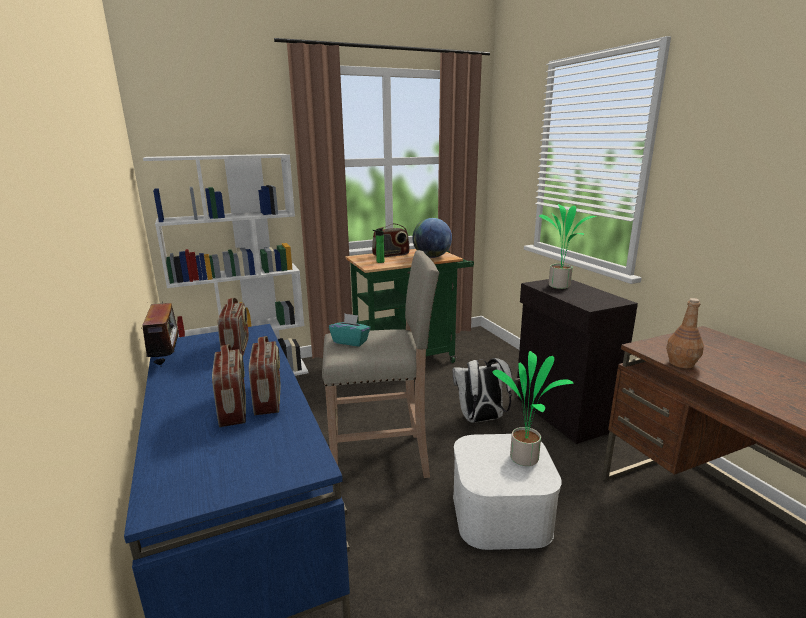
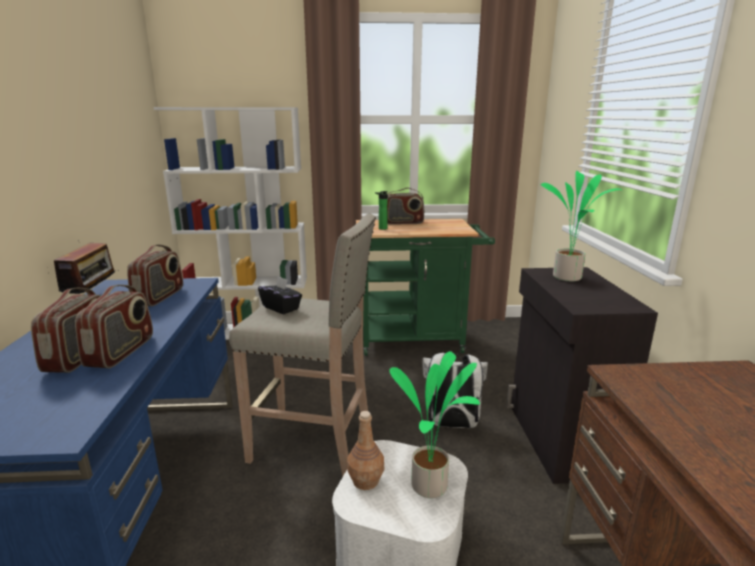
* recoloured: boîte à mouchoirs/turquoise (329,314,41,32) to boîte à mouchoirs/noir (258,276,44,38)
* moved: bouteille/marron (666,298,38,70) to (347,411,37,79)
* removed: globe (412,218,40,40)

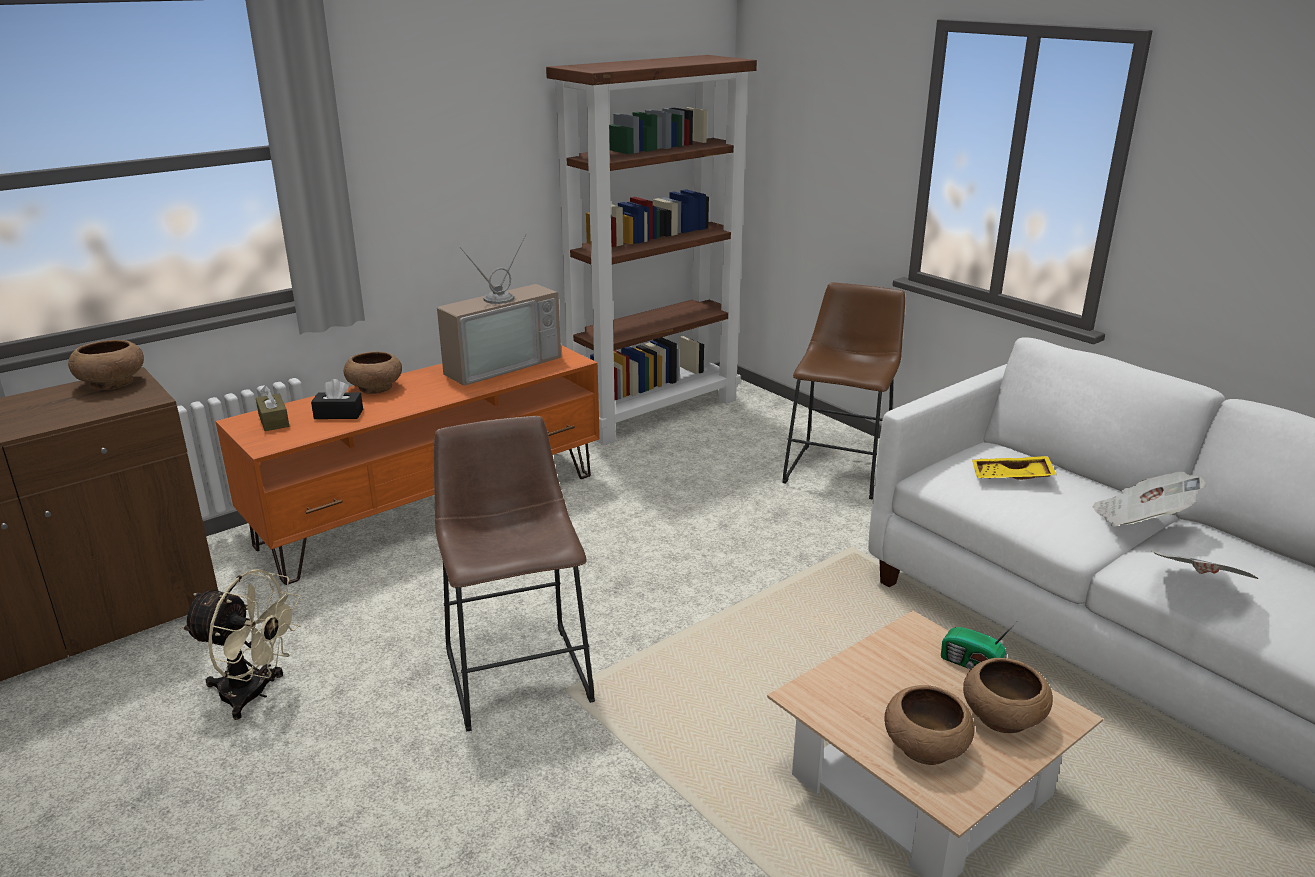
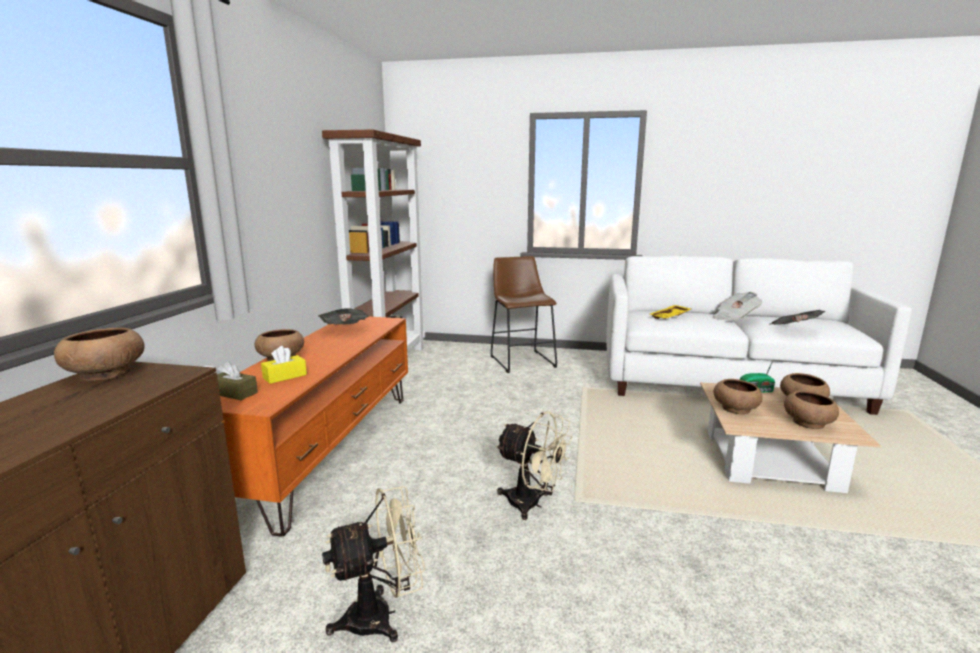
* recoloured: boîte à mouchoirs/noir (311,379,52,40) to boîte à mouchoirs/jaune (261,346,46,38)
* replaced: téléviseur (437,234,124,152) to journal (319,308,50,17)
* replaced: tabouret/marron (434,416,161,316) to ventilateur/beige (496,411,76,109)
* added: bol/marron (714,379,49,35)

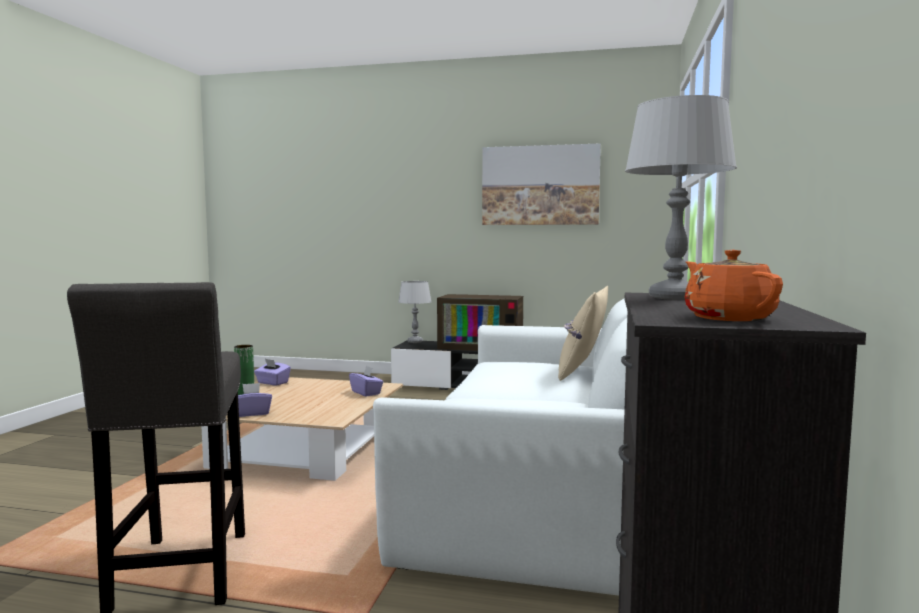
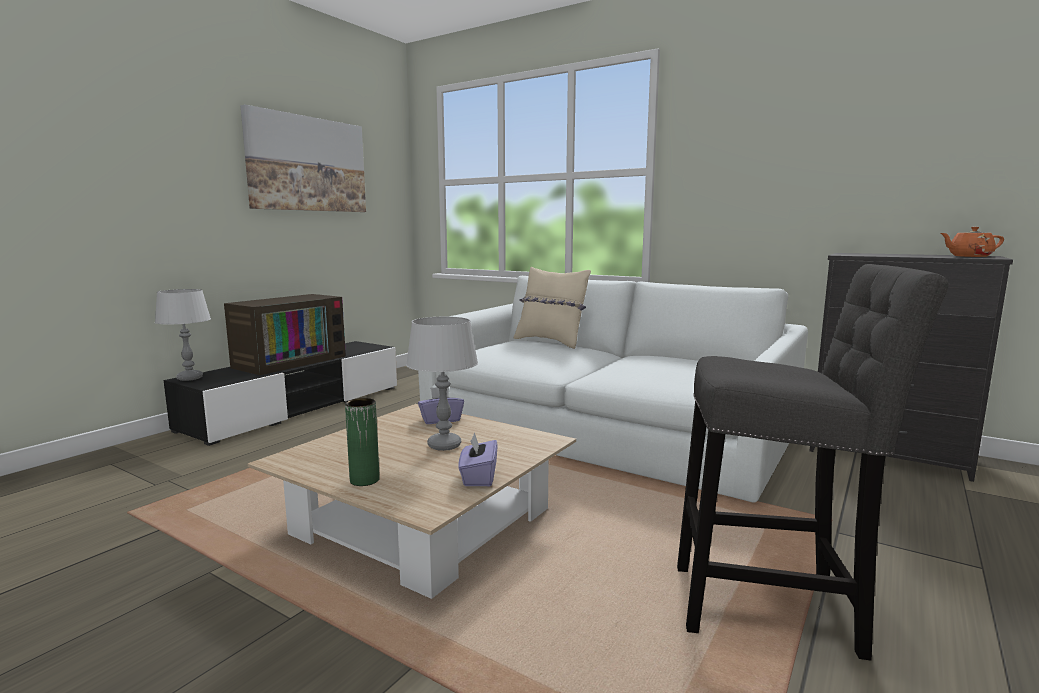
* moved: lampe de table/gris (625,95,112,205) to (406,317,72,134)
* removed: boîte à mouchoirs/violet (254,359,37,27)

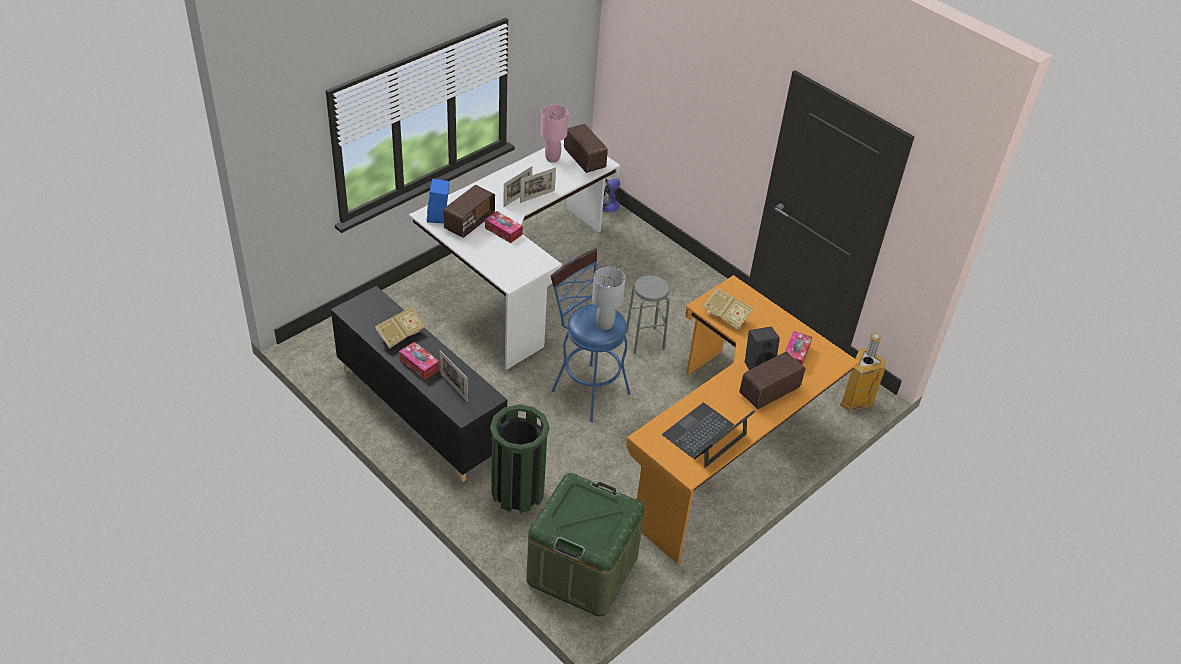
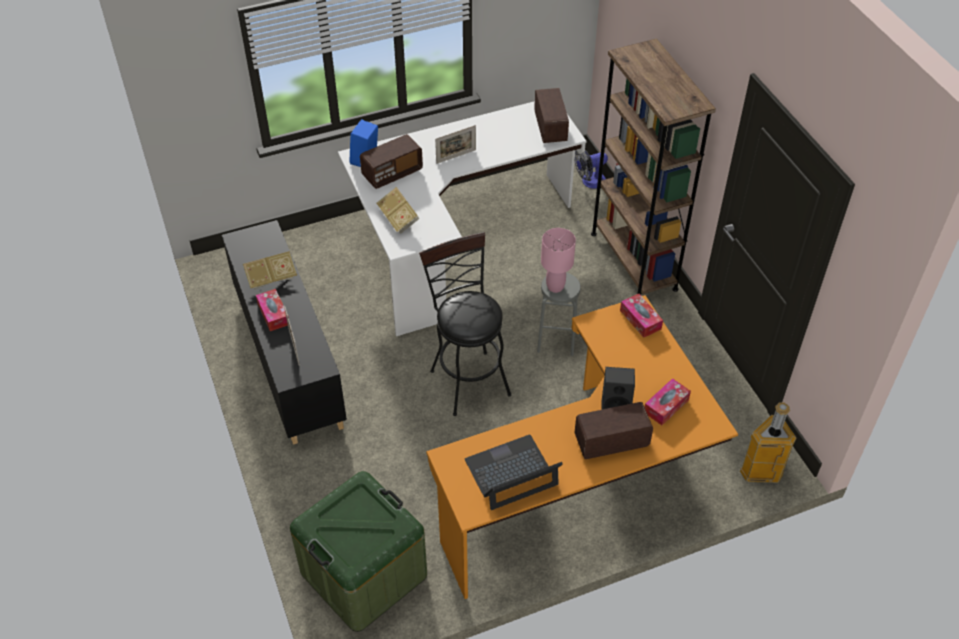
* moved: livre (702,288,51,42) to (377,187,43,47)
* recoloured: tabouret/bleu (550,248,81,174) to tabouret/noir (419,232,92,184)
* moved: lampe de table/rose (540,105,29,58) to (541,228,35,65)
* added: bibliothèque/marron (591,39,125,256)
* moved: boîte à mouchoirs (485,211,38,32) to (620,294,43,44)
* removed: poubelle/vert (490,404,60,109)
* removed: cadre photo (520,167,36,36)
* removed: lampe de table/gris (592,267,33,63)

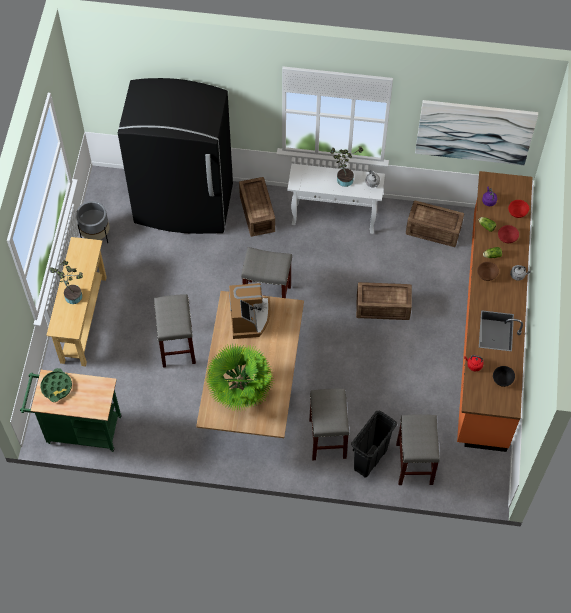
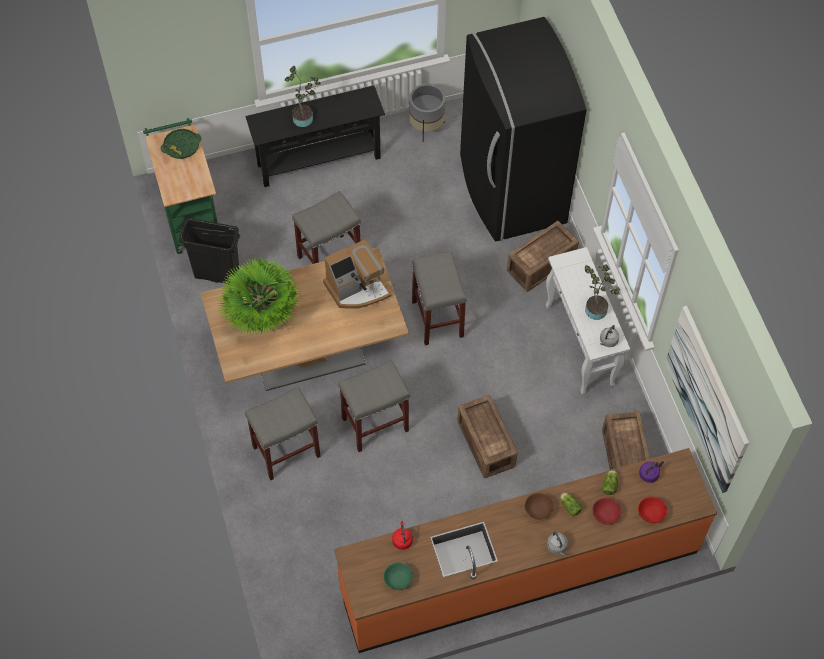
* moved: poubelle/noir (351,411,46,67) to (179,218,61,67)
* recoloured: table console/beige (46,237,61,129) to table console/noir (245,85,140,102)
* moved: tabouret/gris (396,414,44,71) to (338,360,72,92)
* recoloured: bol/noir (493,366,22,21) to bol/vert (383,562,30,28)

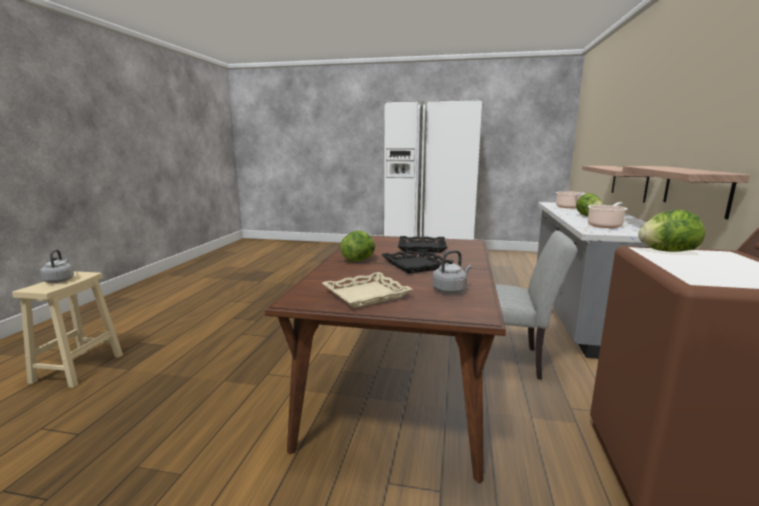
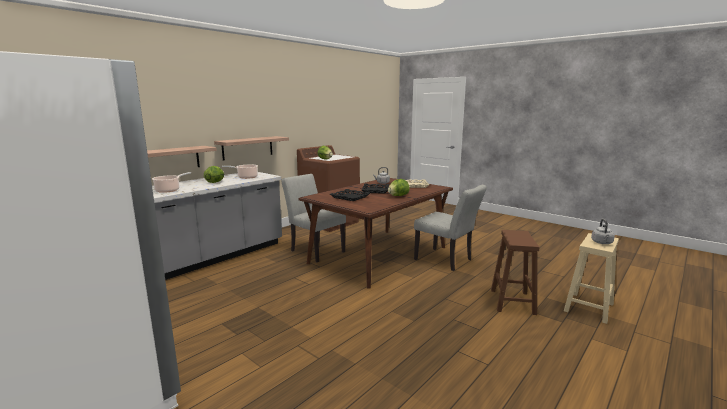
* added: chaise/gris (414,185,73,86)
* added: tabouret/marron (491,230,48,85)

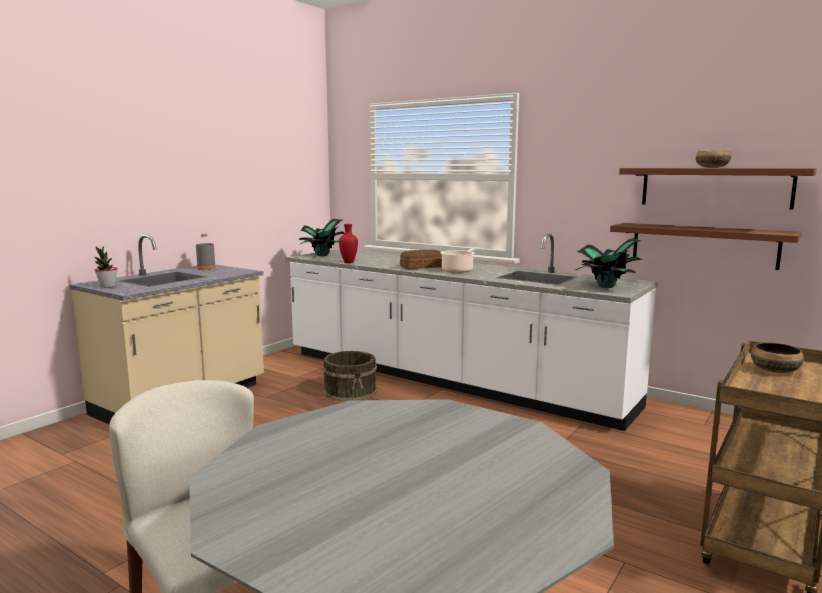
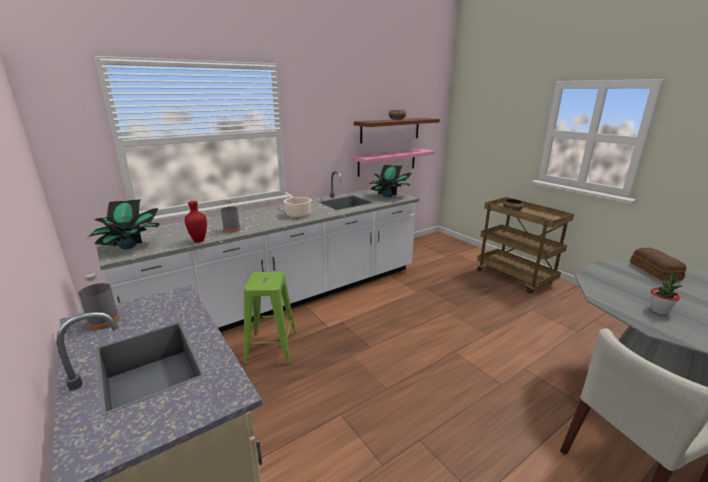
* added: bouteille/gris (221,199,19,34)
* replaced: seau/marron (323,351,54,50) to tabouret/vert (243,272,54,93)
* recoloured: étagère/marron (610,223,192,47) to étagère/rose (351,149,84,28)
* moved: pain (400,249,42,20) to (630,248,57,33)
* moved: plante en pot (94,247,24,41) to (650,272,31,43)

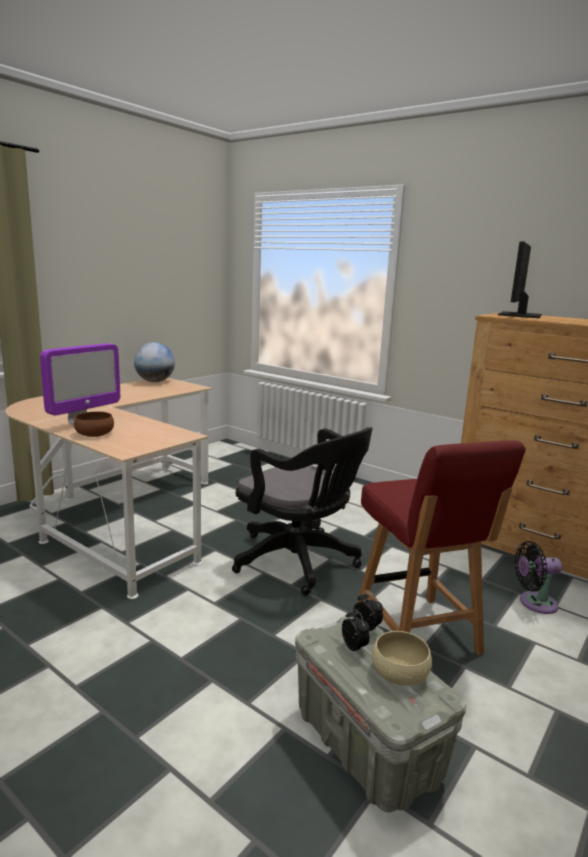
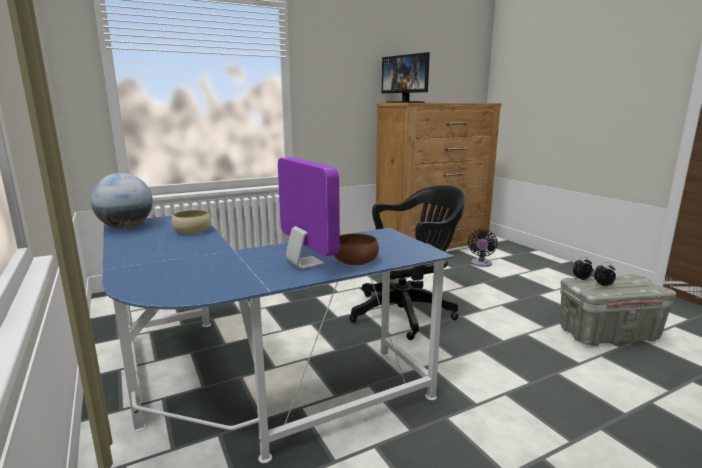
* recoloured: bureau/beige (6,378,206,221) to bureau/bleu (102,216,352,247)
* moved: bol/beige (372,631,60,55) to (171,210,40,24)
* removed: chaise/rouge (357,441,169,214)

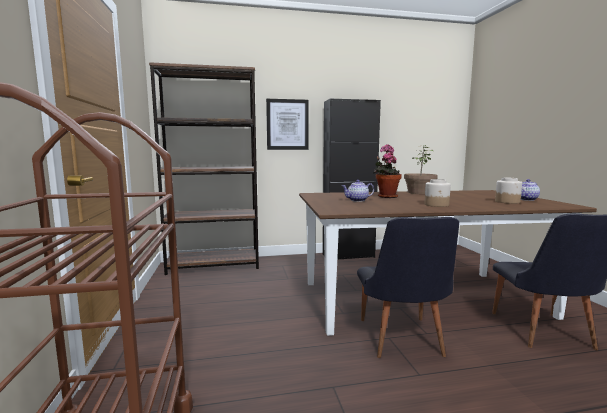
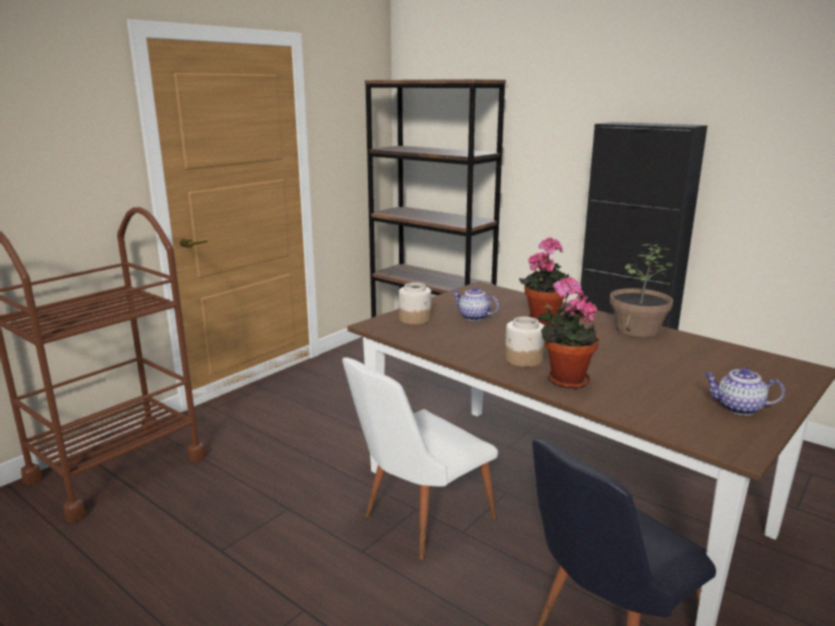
* recoloured: chaise/noir (357,217,102,141) to chaise/blanc (342,357,156,203)
* moved: bocal (495,178,27,26) to (399,282,32,43)
* added: plante en pot (537,277,62,112)
* removed: tableau (266,99,43,51)

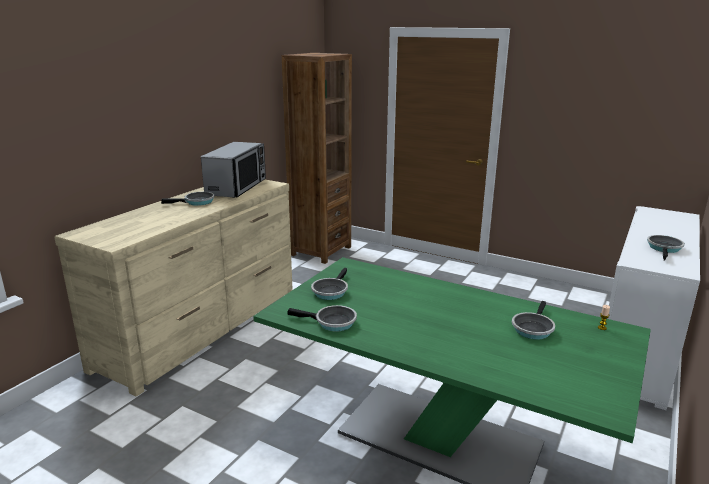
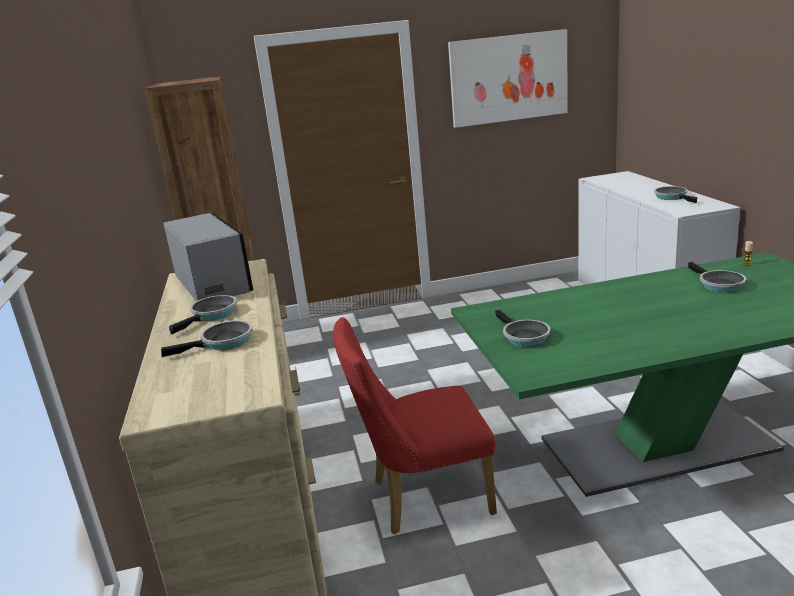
* moved: poêle (287,305,70,27) to (161,320,92,37)
* added: chaise/rouge (333,317,164,218)
* added: tableau (448,29,120,99)

